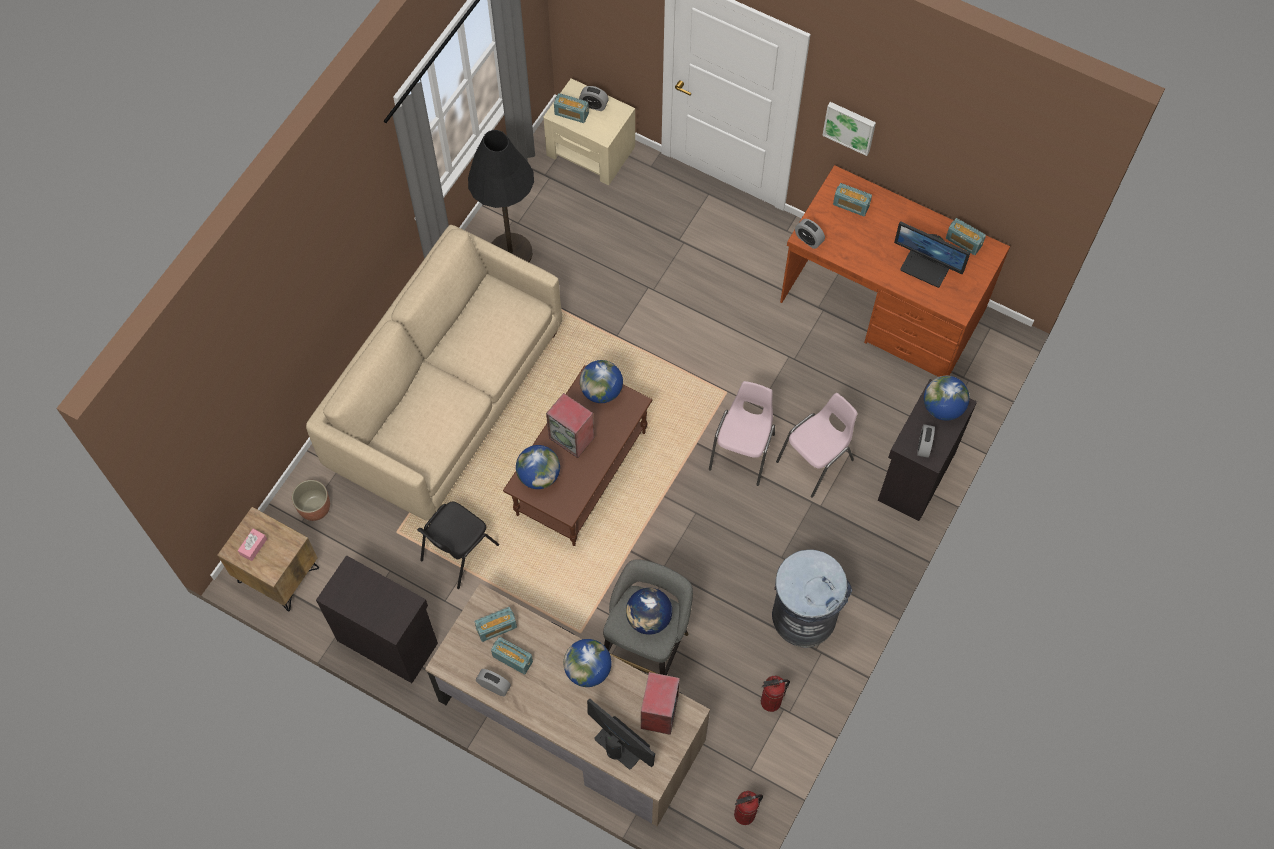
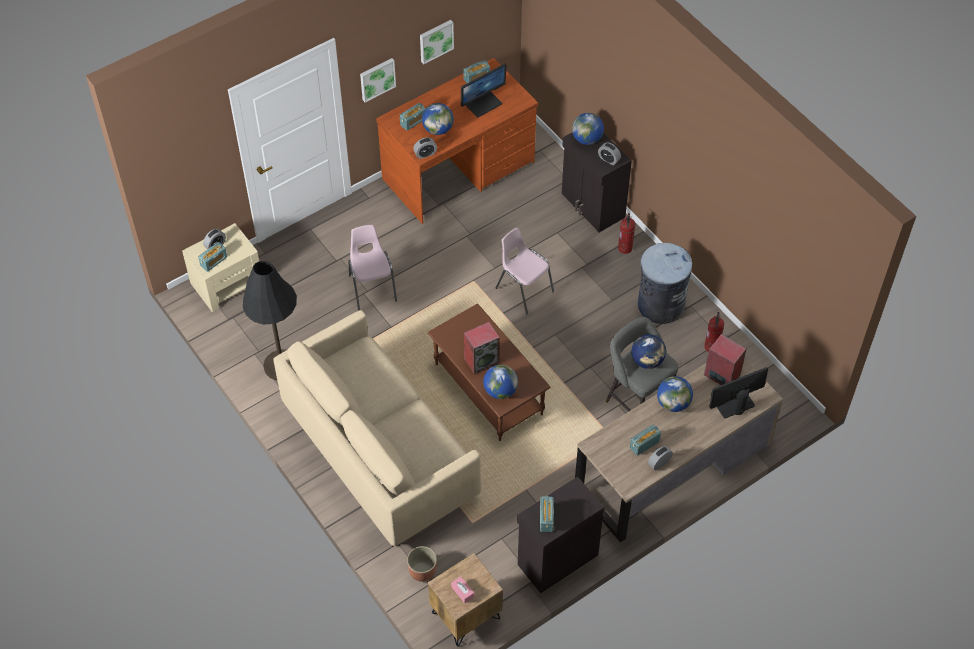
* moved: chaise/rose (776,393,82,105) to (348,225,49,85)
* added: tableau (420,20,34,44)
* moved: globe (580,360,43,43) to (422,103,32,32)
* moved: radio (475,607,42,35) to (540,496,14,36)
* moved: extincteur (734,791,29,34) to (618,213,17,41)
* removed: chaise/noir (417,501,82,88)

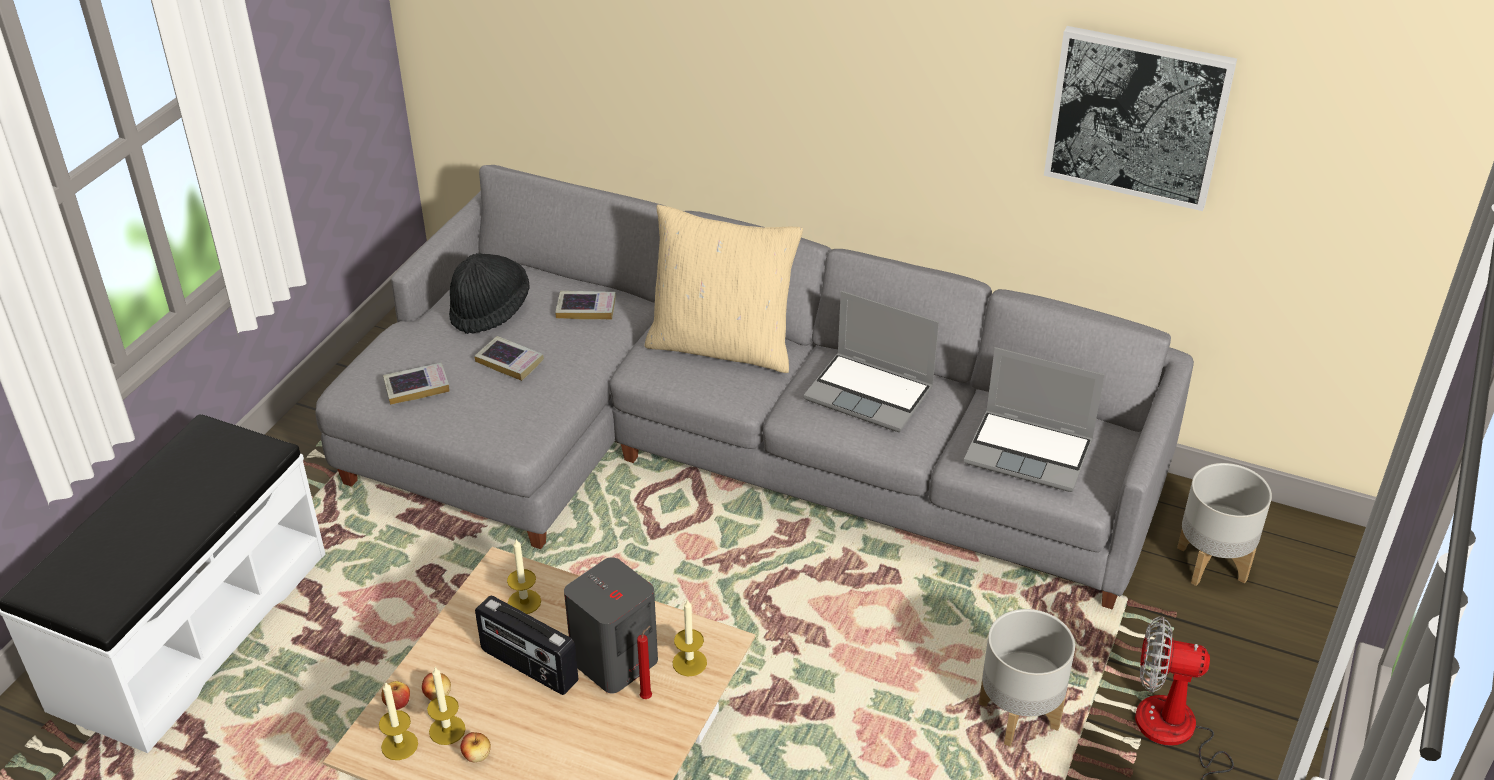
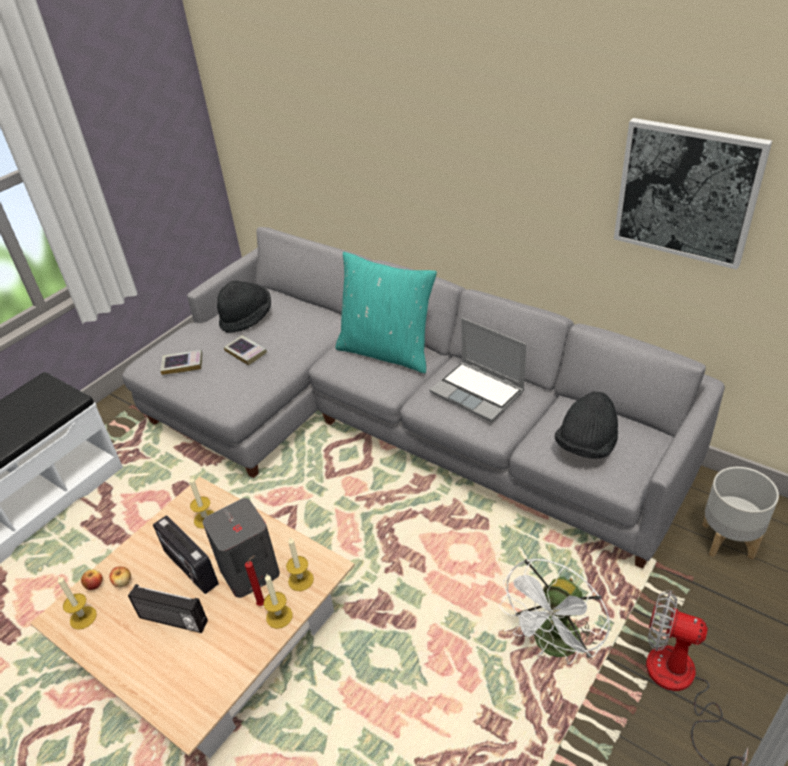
* added: radio (128,584,80,49)
* moved: bougie (427,667,39,78) to (263,574,30,55)
* recoloured: coussin/beige (645,205,158,168) to coussin/turquoise (335,252,102,121)
* replaced: cache-pot/gris (979,609,96,137) to ventilateur/blanc (499,558,111,106)
* replaced: ordinateur portable (964,347,140,145) to chapeau/noir (555,392,63,67)
* removed: pomme (460,732,31,30)
* removed: livre (555,291,61,29)

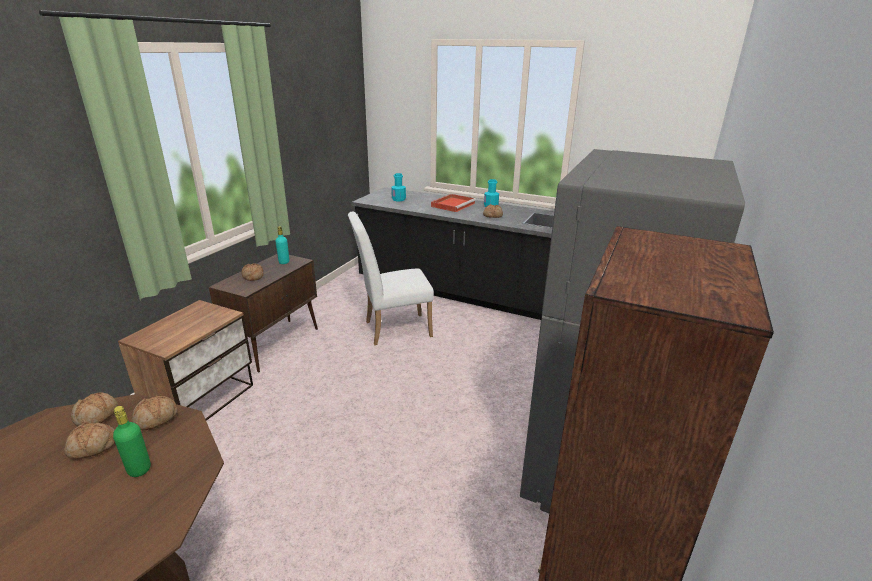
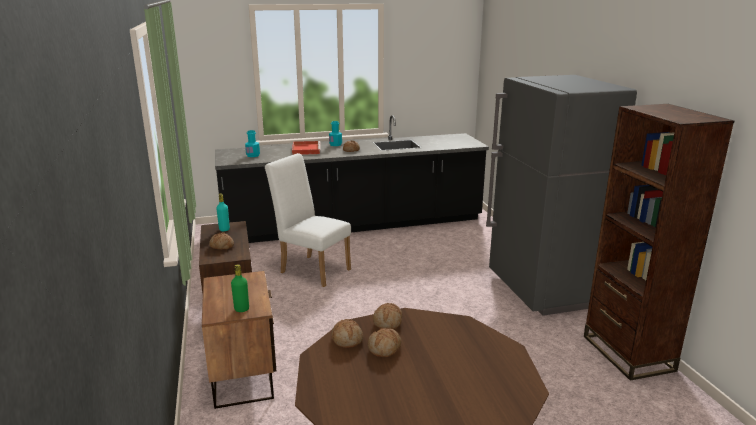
* moved: bouteille/vert (113,406,38,71) to (231,264,18,48)
* turned: chaise/blanc (348,212,86,133) = (265,153,86,134) 90 degrees clockwise

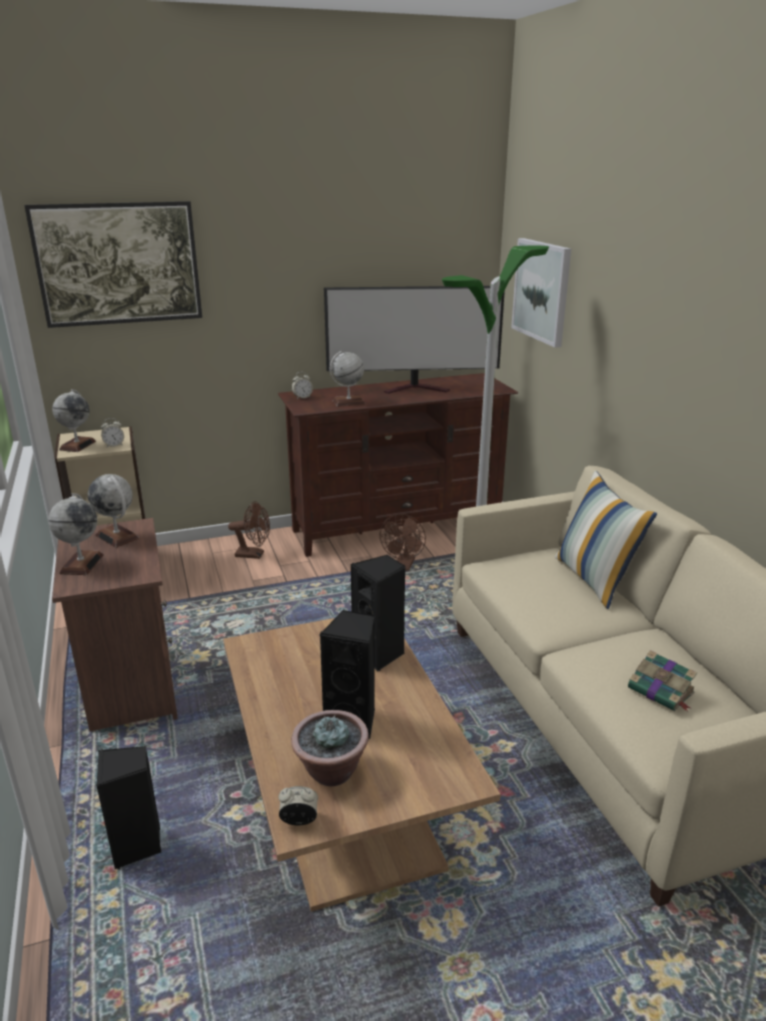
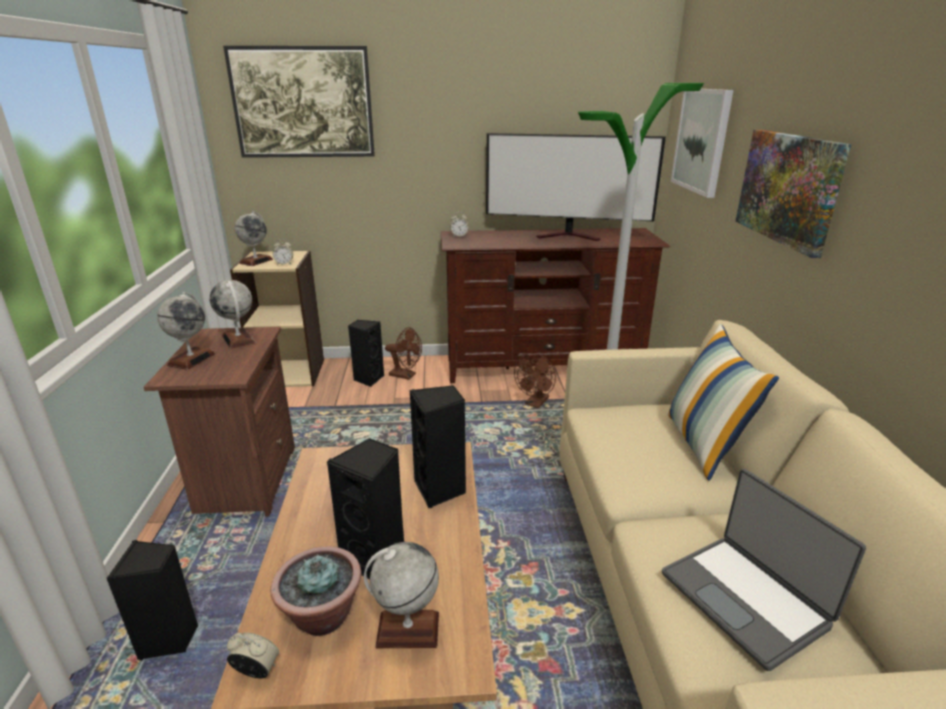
* added: enceinte/noir (348,320,36,67)
* moved: globe (330,351,35,56) to (364,542,75,106)
* replaced: livre (628,650,69,61) to ordinateur portable (662,468,204,203)
* added: tableau (735,129,116,129)

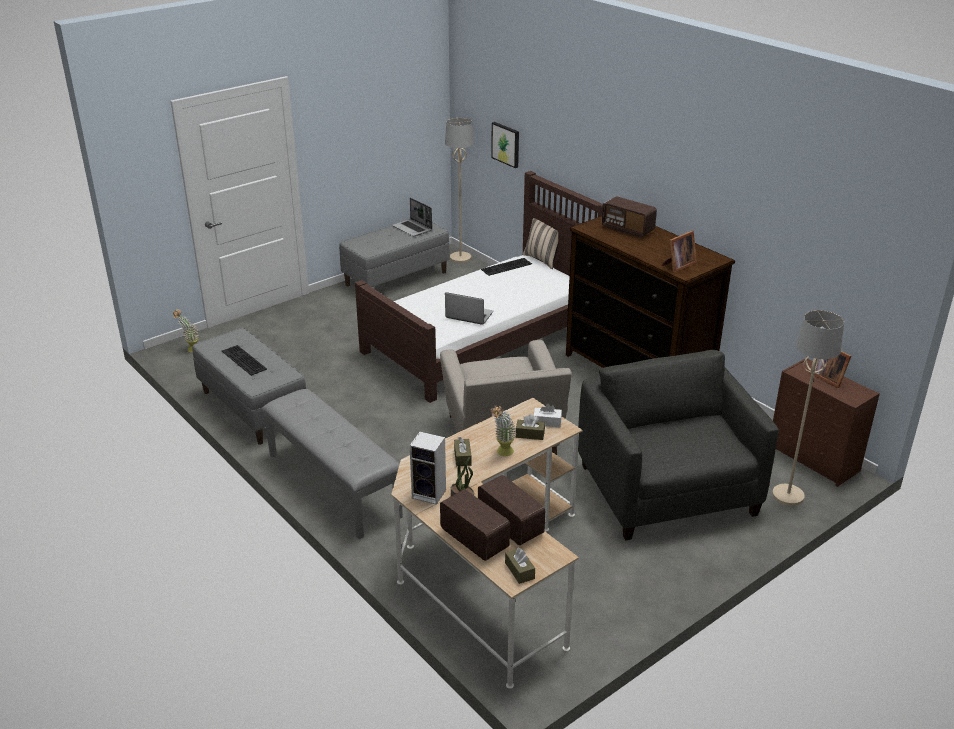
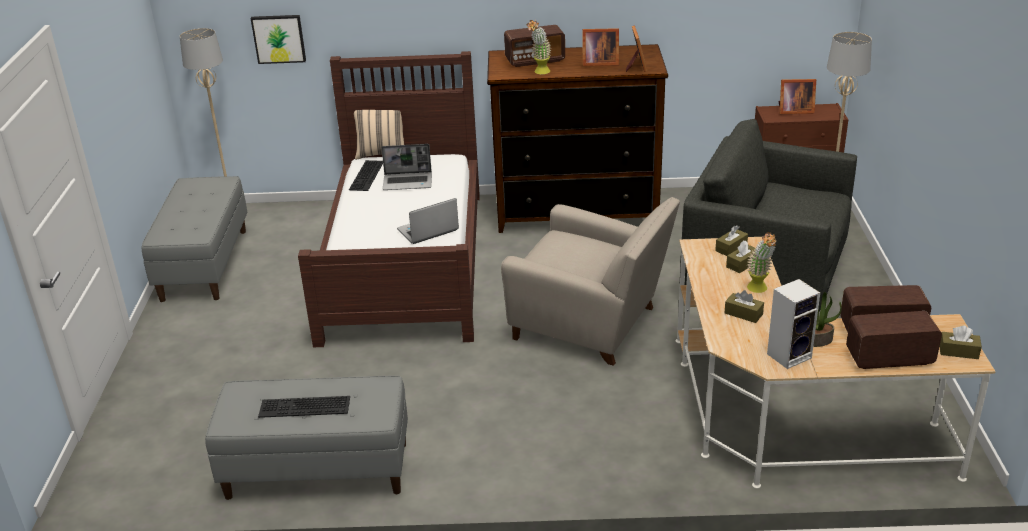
* moved: ordinateur portable (392,198,40,38) to (381,144,51,46)
* moved: plante en pot (173,309,26,44) to (527,20,25,54)
* added: cadre photo (582,28,37,38)
* recoloured: boîte à mouchoirs/blanc (534,404,28,23) to boîte à mouchoirs/marron (715,225,33,31)
* removed: banc/gris (262,389,141,150)

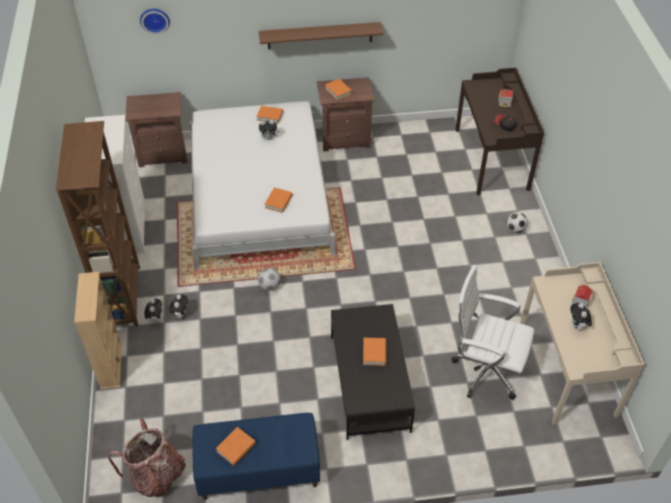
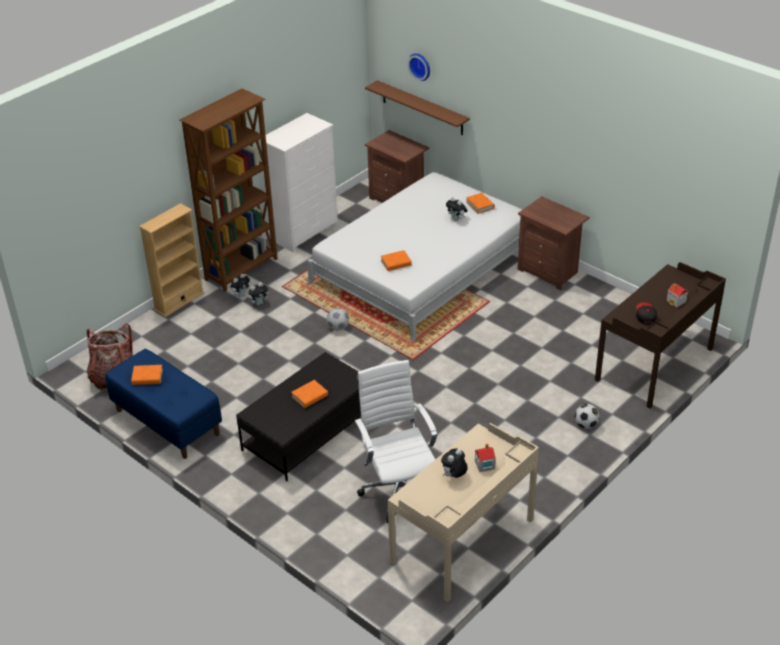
* moved: étagère/marron (259,22,125,28) to (365,80,105,55)
* removed: livre/orange (325,79,27,22)

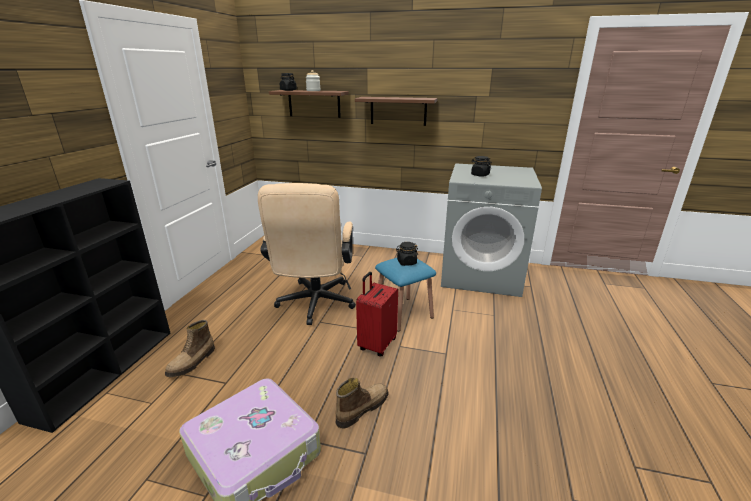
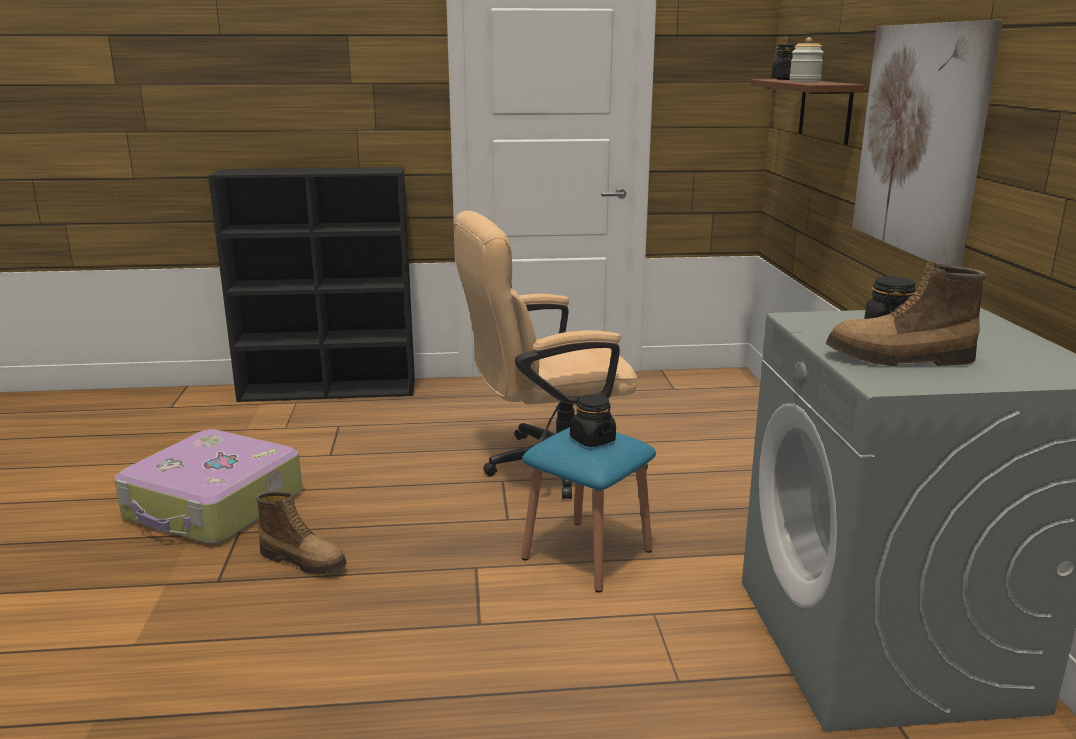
* moved: botte (165,320,50,57) to (826,262,160,105)
* replaced: étagère/marron (355,97,82,29) to tableau (852,20,151,247)
* removed: valise/rouge (356,272,42,84)

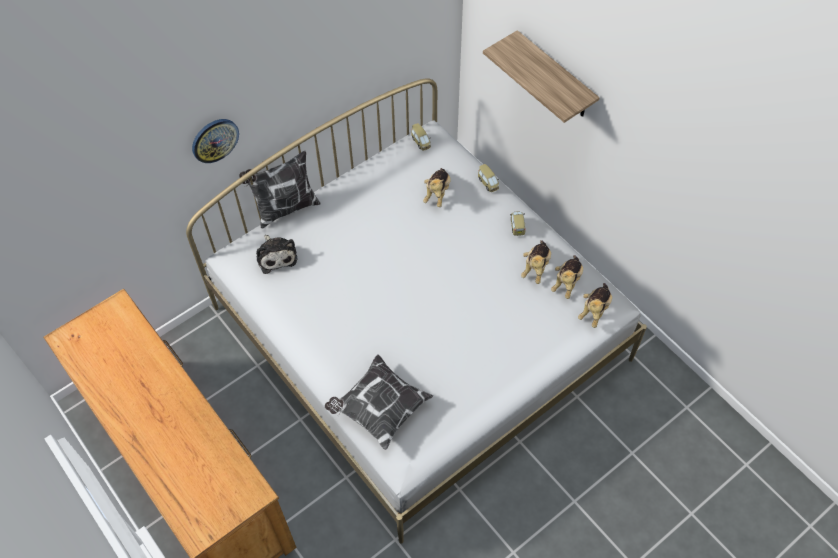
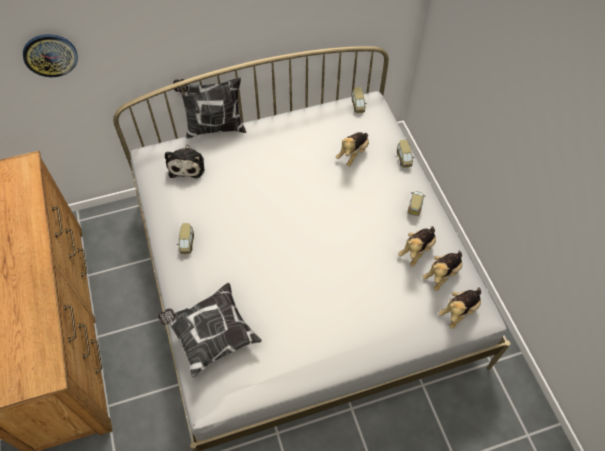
* moved: horloge murale (192,119,47,44) to (23,34,55,43)
* added: petite voiture (177,223,17,31)
* removed: étagère (483,30,117,93)

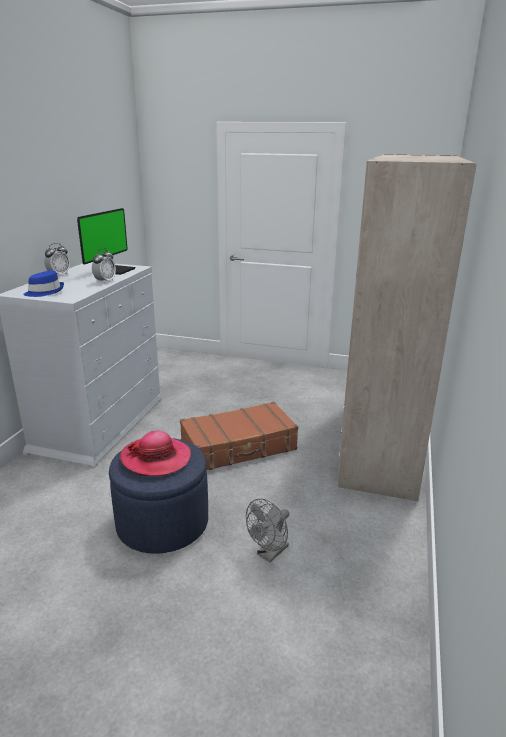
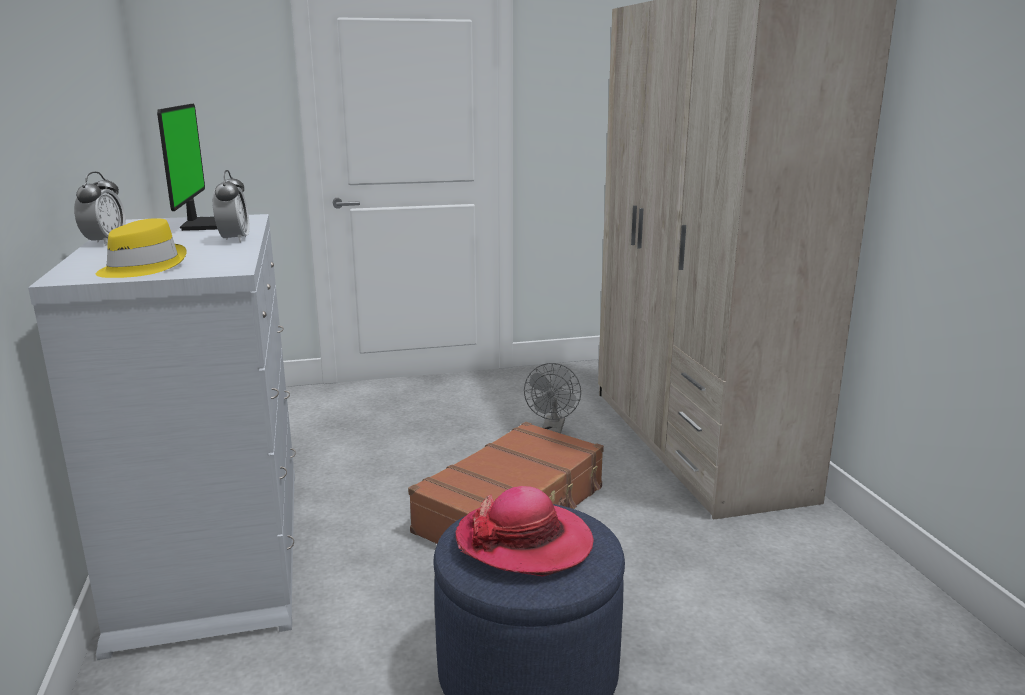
* recoloured: chapeau/bleu (23,270,41,27) to chapeau/jaune (96,218,91,60)
* moved: ventilateur/gris (246,498,43,64) to (524,363,57,70)

